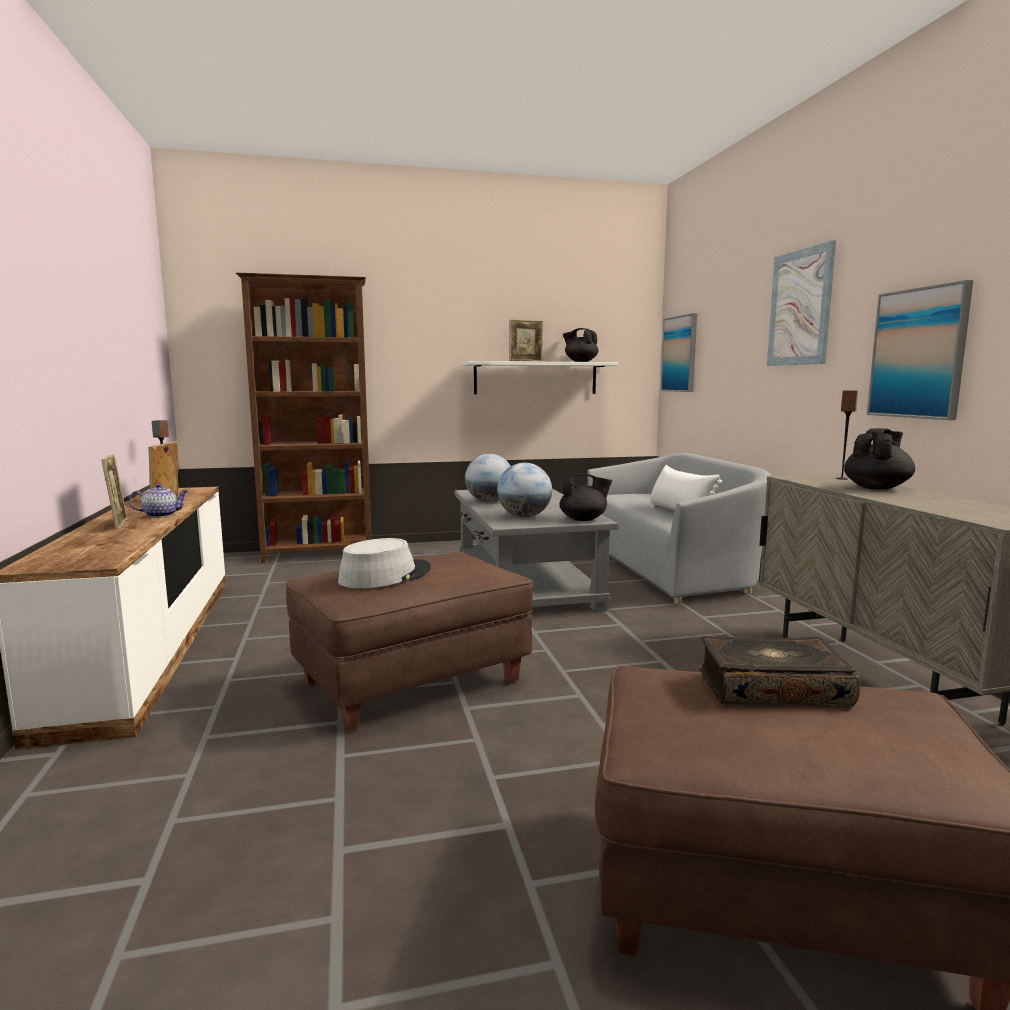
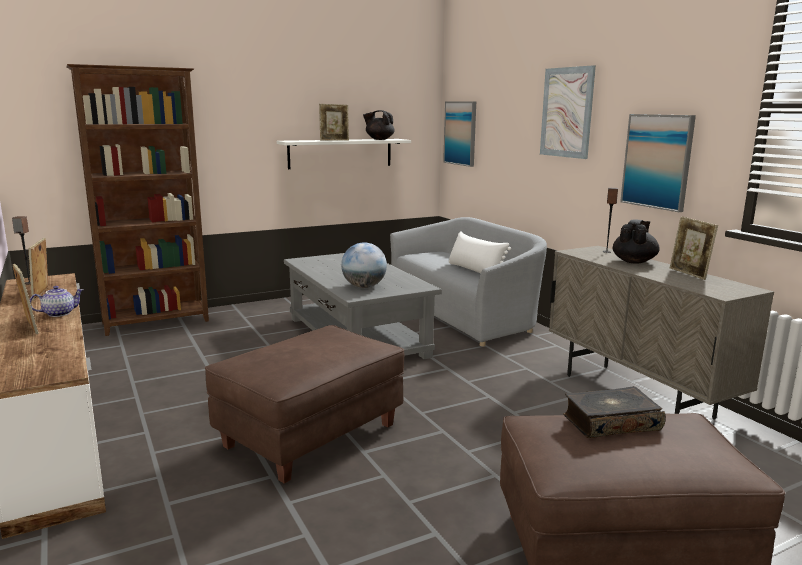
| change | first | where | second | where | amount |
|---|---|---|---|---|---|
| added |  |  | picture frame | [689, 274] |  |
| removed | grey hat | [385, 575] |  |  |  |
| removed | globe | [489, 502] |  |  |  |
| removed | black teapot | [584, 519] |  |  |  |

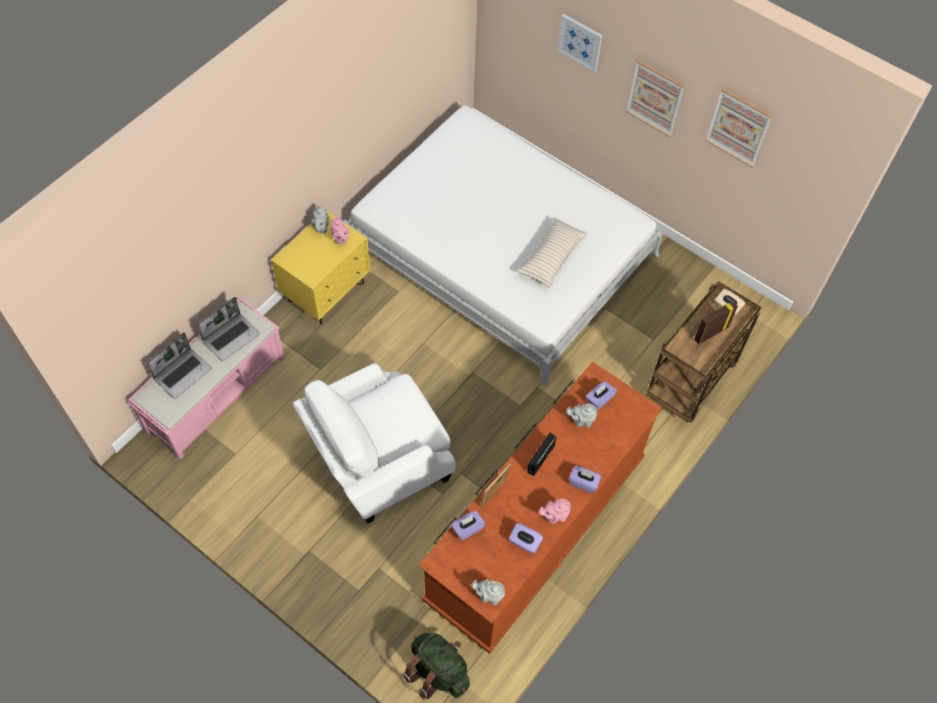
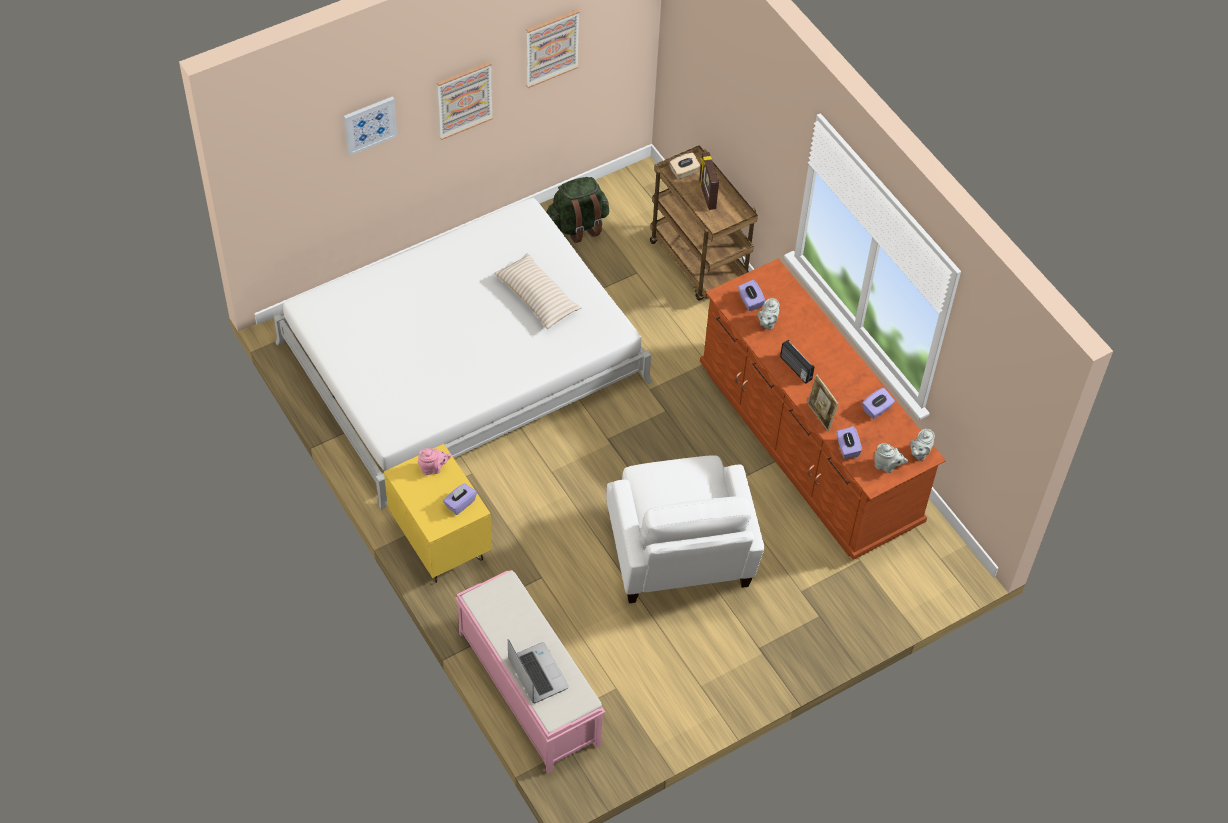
| change | first | where | second | where | amount |
|---|---|---|---|---|---|
| moved | purple tissue box | [583, 482] |  | [460, 503] |  |
| moved | green backpack | [438, 671] |  | [577, 225] |  |
| moved | grey teapot | [321, 228] |  | [887, 466] |  |
| removed | laptop | [231, 337] |  |  |  |
| removed | pink teapot | [554, 516] |  |  |  |

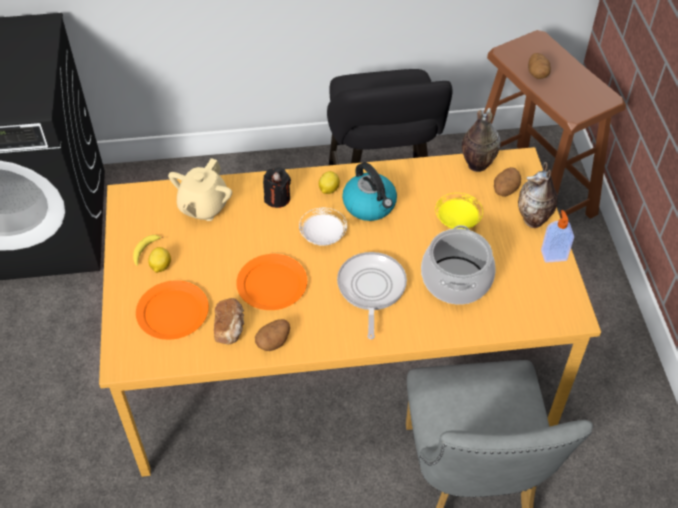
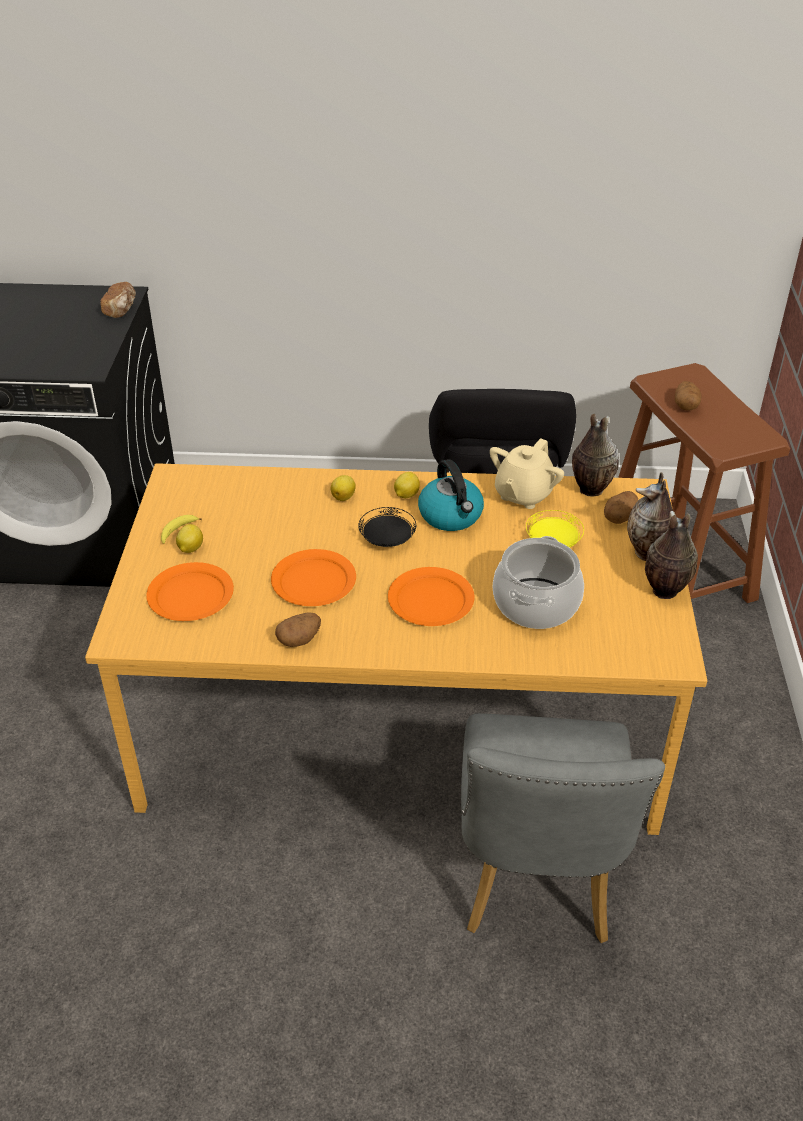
| change | first | where | second | where | amount |
|---|---|---|---|---|---|
| moved | bread | [230, 328] |  | [121, 309] |  |
| replaced | black candle | [277, 198] | lemon | [344, 497] |  |
| recoloured | white plate | [323, 236] | black plate | [387, 540] |  |
| replaced | frying pan | [371, 289] | orange plate | [430, 600] |  |
| moved | beige teapot | [203, 207] |  | [523, 494] |  |
| replaced | soap dispenser | [553, 255] | vase | [664, 591] |  |

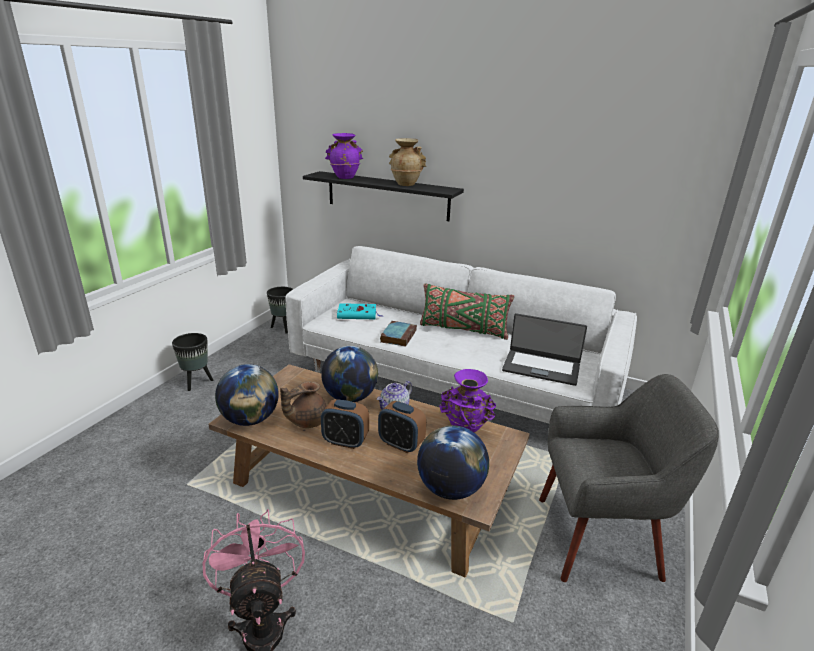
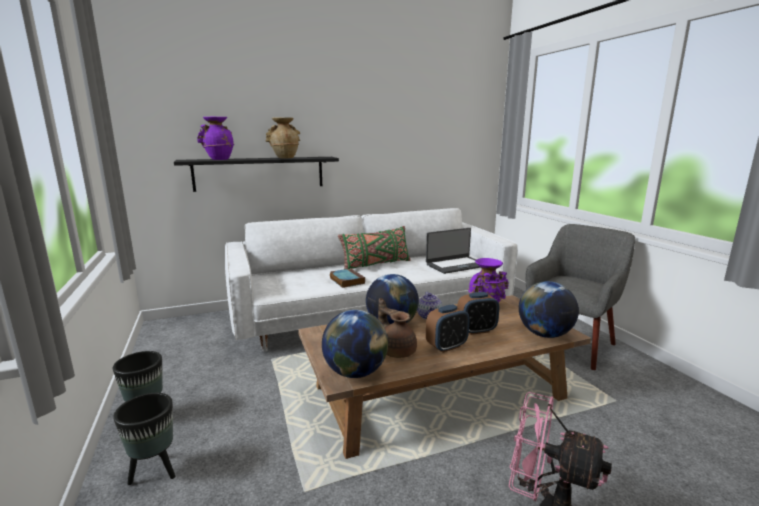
| change | first | where | second | where | amount |
|---|---|---|---|---|---|
| moved | black planter | [283, 328] |  | [155, 471] |  |
| turned | brown teapot | [306, 421] |  | [397, 350] | 135 degrees clockwise |
| removed | turquoise book | [358, 314] |  |  |  |

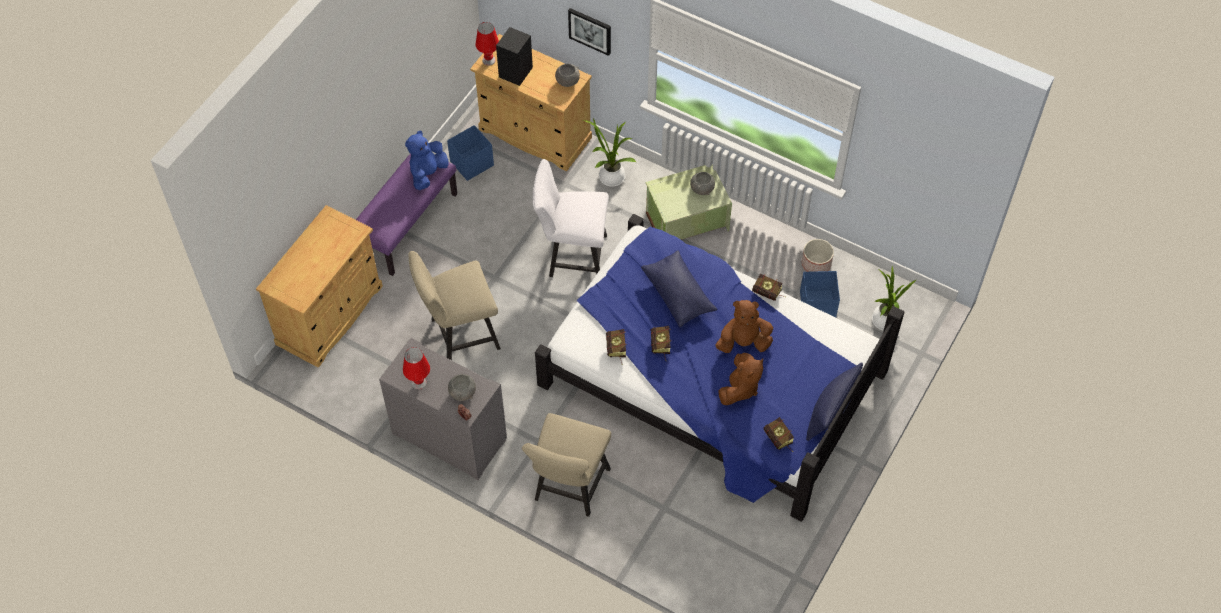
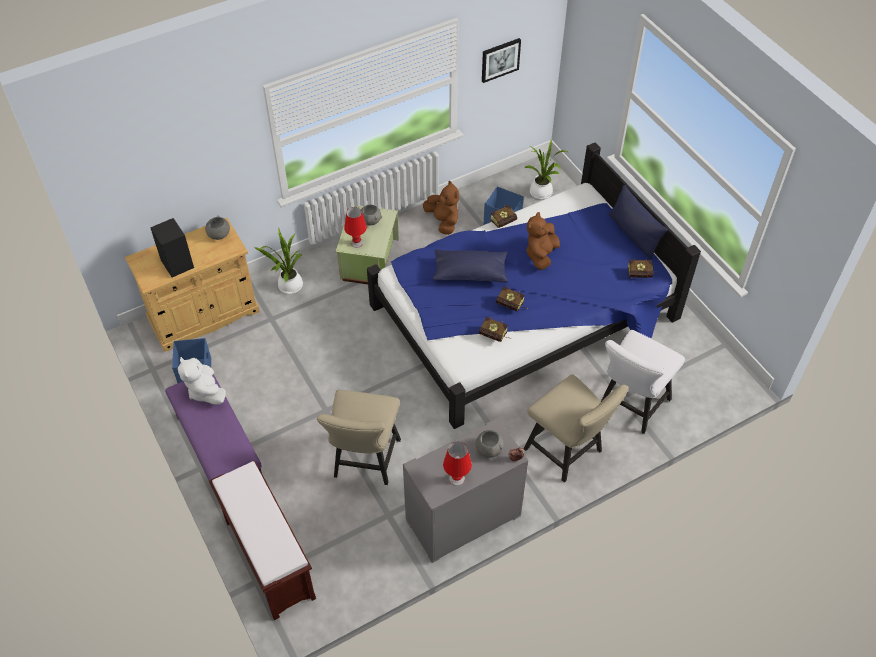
| change | first | where | second | where | amount |
|---|---|---|---|---|---|
| recoloured | blue plush toy | [427, 173] | white plush toy | [205, 391] |  |
| replaced | beige cabinet | [330, 315] | brown bench | [268, 558] |  |
| moved | red table lamp | [489, 60] |  | [357, 243] |  |
| moved | brown plush toy | [740, 388] |  | [443, 221] |  |
| moved | picture | [590, 30] |  | [500, 59] |  |
| moved | white chair | [572, 256] |  | [630, 406] |  |
| removed | planter | [816, 264] |  |  |  |

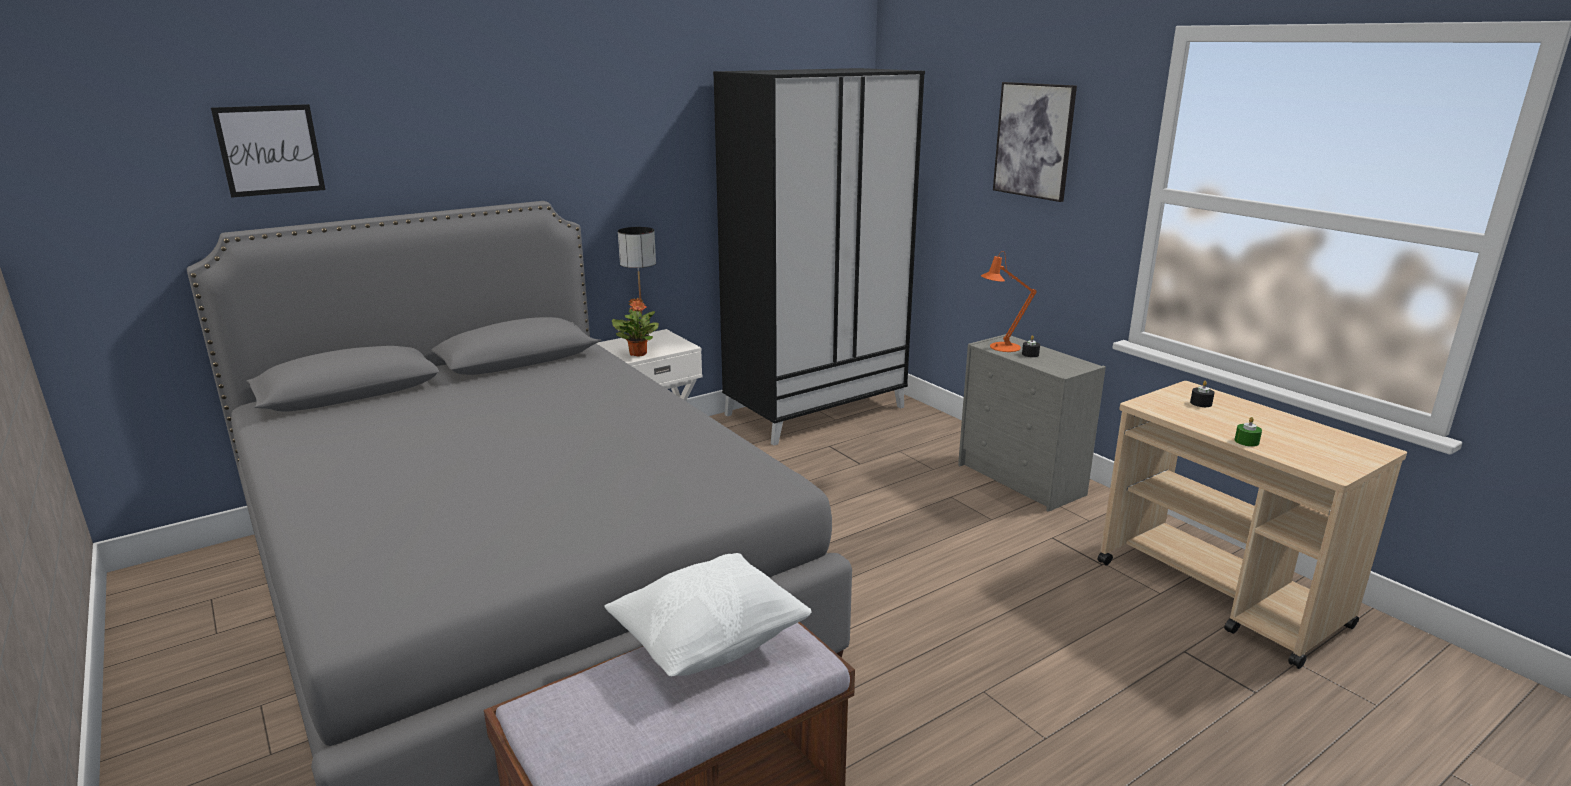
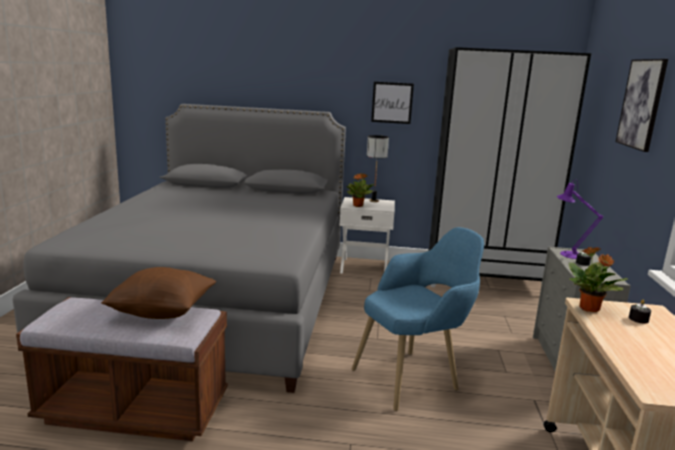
| change | first | where | second | where | amount |
|---|---|---|---|---|---|
| recoloured | white pillow | [710, 643] | brown pillow | [162, 312] |  |
| added |  |  | blue armchair | [415, 376] |  |
| moved | picture | [270, 150] |  | [392, 102] |  |
| recoloured | orange table lamp | [1000, 347] | purple table lamp | [568, 254] |  |
| added |  |  | potted plant | [589, 309] |  |
| removed | green candle | [1246, 441] |  |  |  |

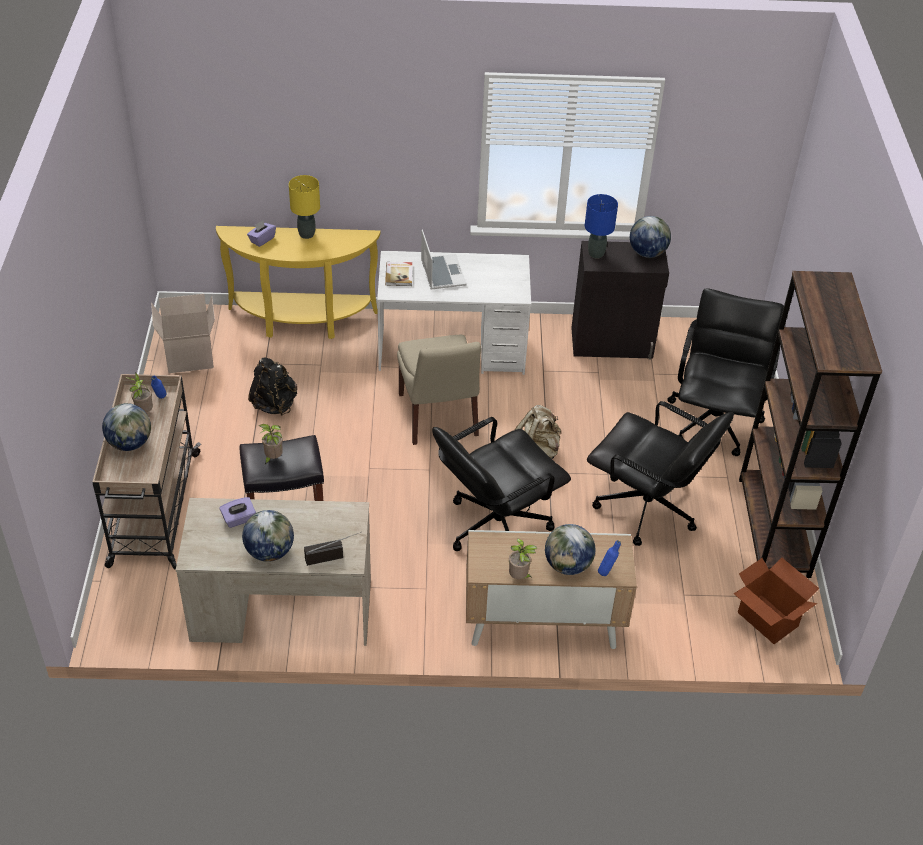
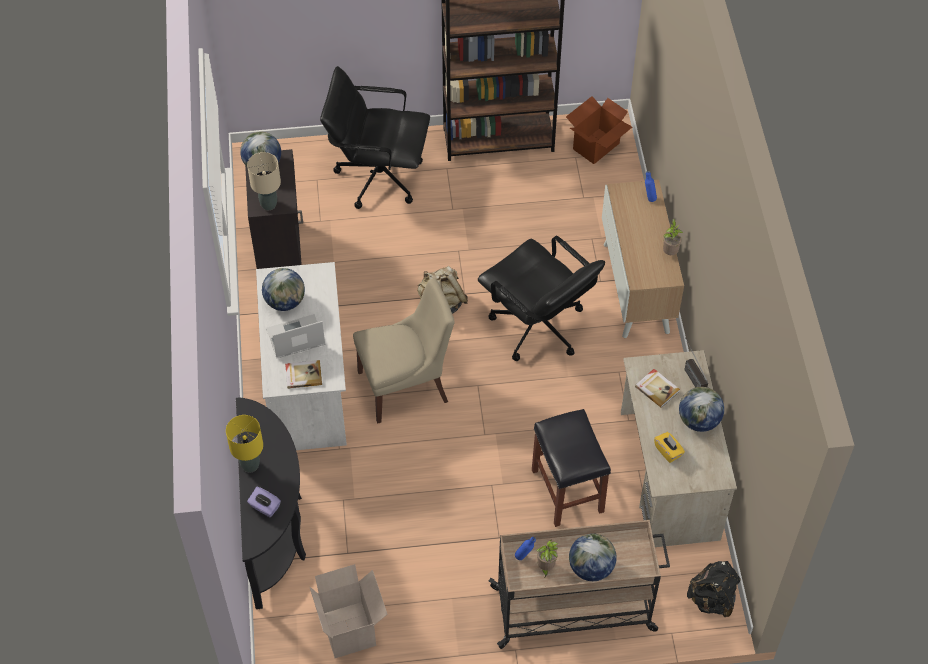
| change | first | where | second | where | amount |
|---|---|---|---|---|---|
| recoloured | yellow console table | [301, 322] | black console table | [275, 530] |  |
| recoloured | blue table lamp | [595, 254] | beige table lamp | [268, 205] |  |
| moved | globe | [568, 565] |  | [285, 302] |  |
| added |  |  | book | [657, 388] |  |
| recoloured | purple tissue box | [239, 519] | yellow tissue box | [668, 451] |  |
| moved | black backpack | [274, 403] |  | [712, 599] |  |
| removed | potted plant | [272, 458] |  |  |  |
| removed | black office chair | [647, 509] |  |  |  |

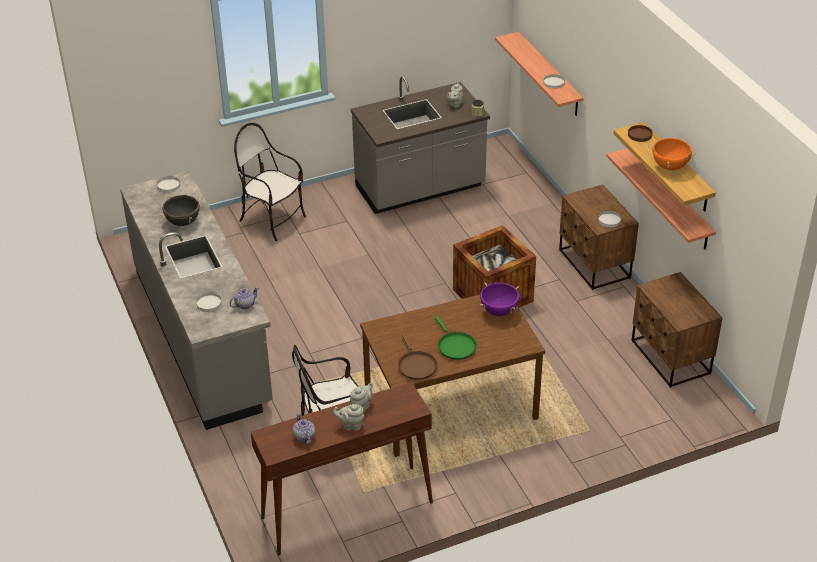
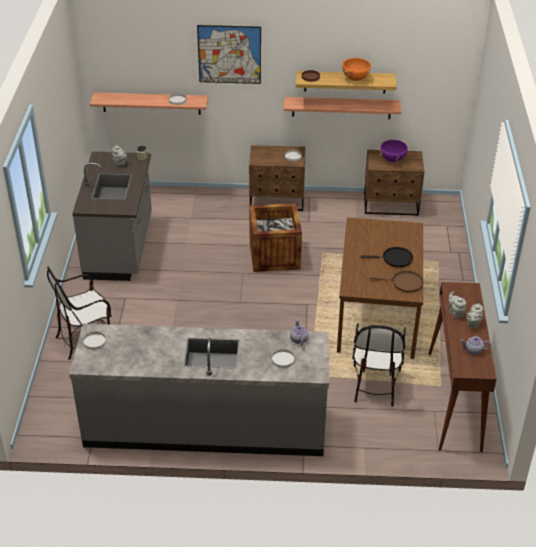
| change | first | where | second | where | amount |
|---|---|---|---|---|---|
| added |  |  | picture | [229, 54] |  |
| recoloured | green frying pan | [455, 346] | black frying pan | [395, 259] |  |
| moved | purple cooking pot | [499, 311] |  | [392, 159] |  |
| removed | black cooking pot | [183, 222] |  |  |  |

